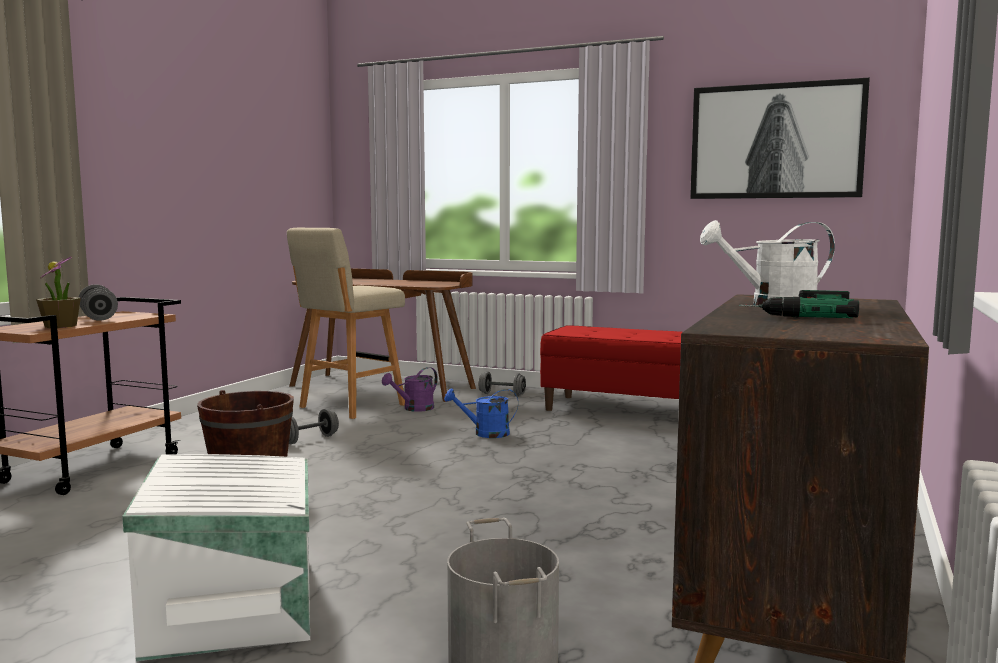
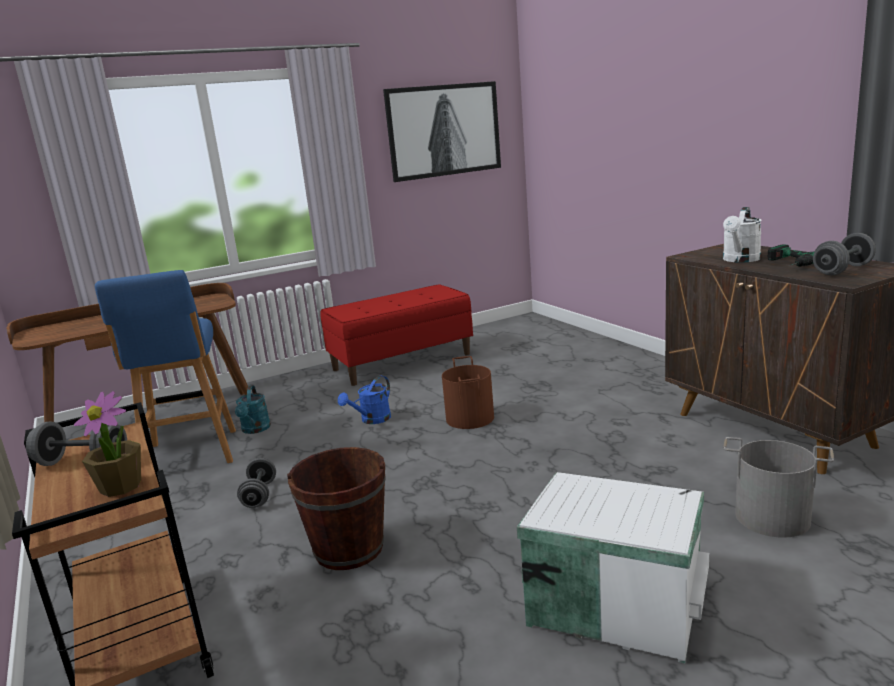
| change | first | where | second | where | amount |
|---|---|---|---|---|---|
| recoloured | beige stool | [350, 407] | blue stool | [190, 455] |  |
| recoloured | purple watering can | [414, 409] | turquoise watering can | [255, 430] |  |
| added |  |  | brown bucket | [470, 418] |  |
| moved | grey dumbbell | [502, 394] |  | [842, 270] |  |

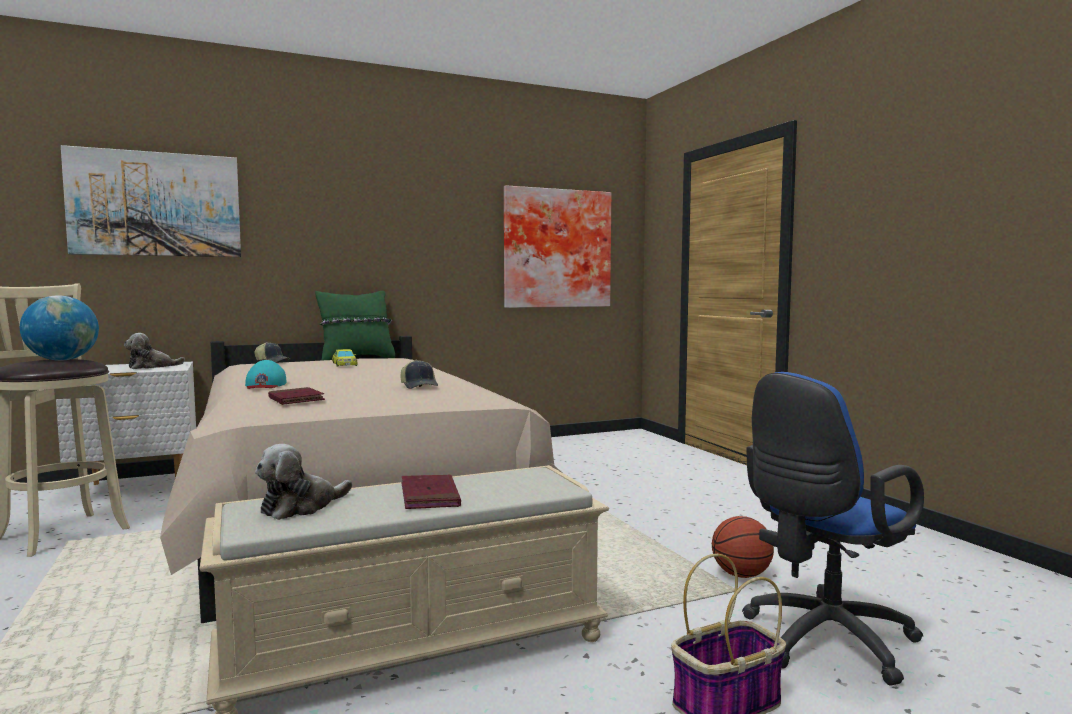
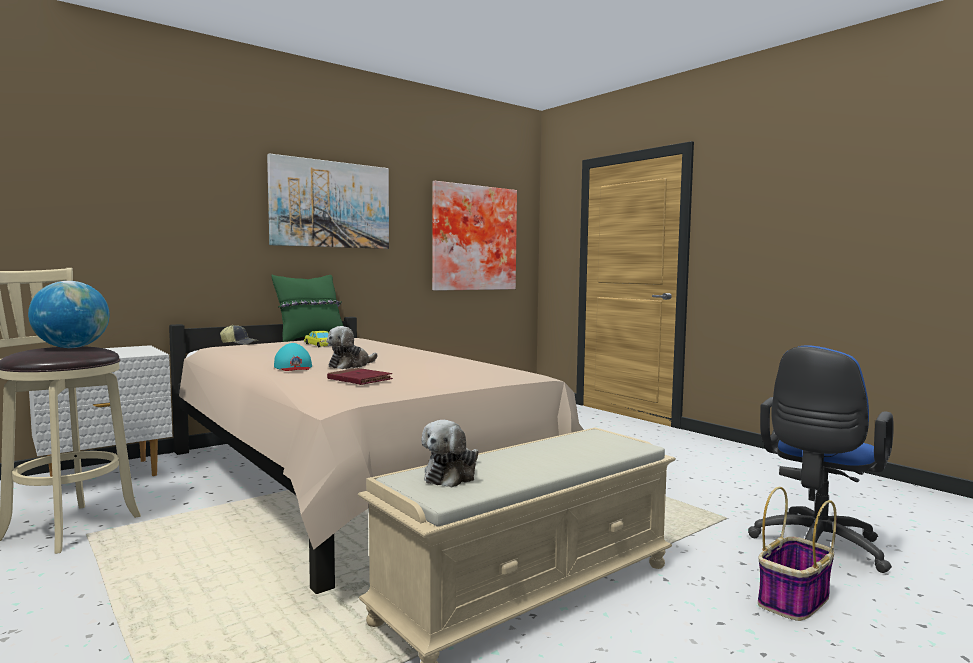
| change | first | where | second | where | amount |
|---|---|---|---|---|---|
| moved | picture | [156, 204] |  | [331, 204] |  |
| moved | plush toy | [151, 367] |  | [350, 365] |  |
| removed | cap | [420, 386] |  |  |  |
| removed | red book | [430, 496] |  |  |  |
| removed | basketball | [741, 575] |  |  |  |

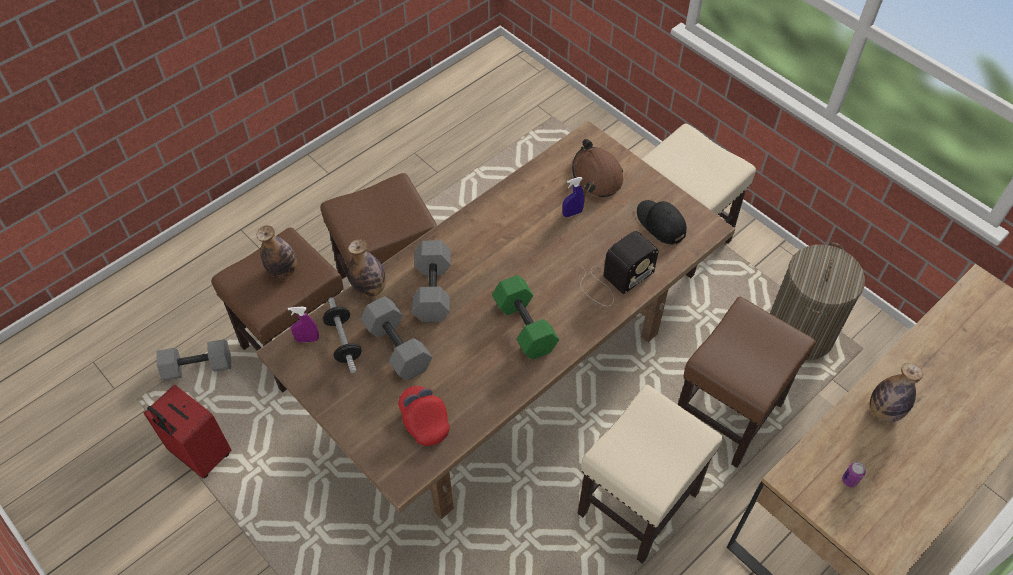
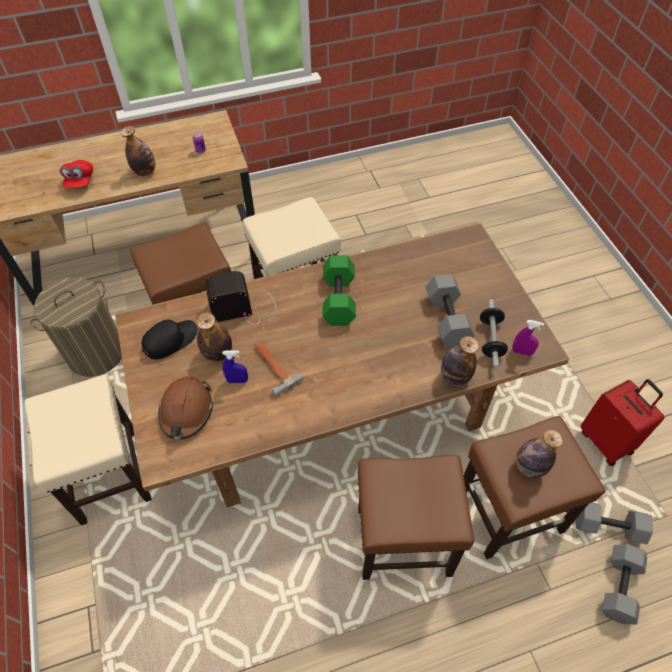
| change | first | where | second | where | amount |
|---|---|---|---|---|---|
| moved | red cap | [424, 420] |  | [80, 181] |  |
| turned | black cap | [660, 224] |  | [170, 340] | 120 degrees counterclockwise |
| added |  |  | bottle | [218, 353] |  |
| added |  |  | hammer | [273, 367] |  |
| moved | grey dumbbell | [431, 290] |  | [620, 588] |  |

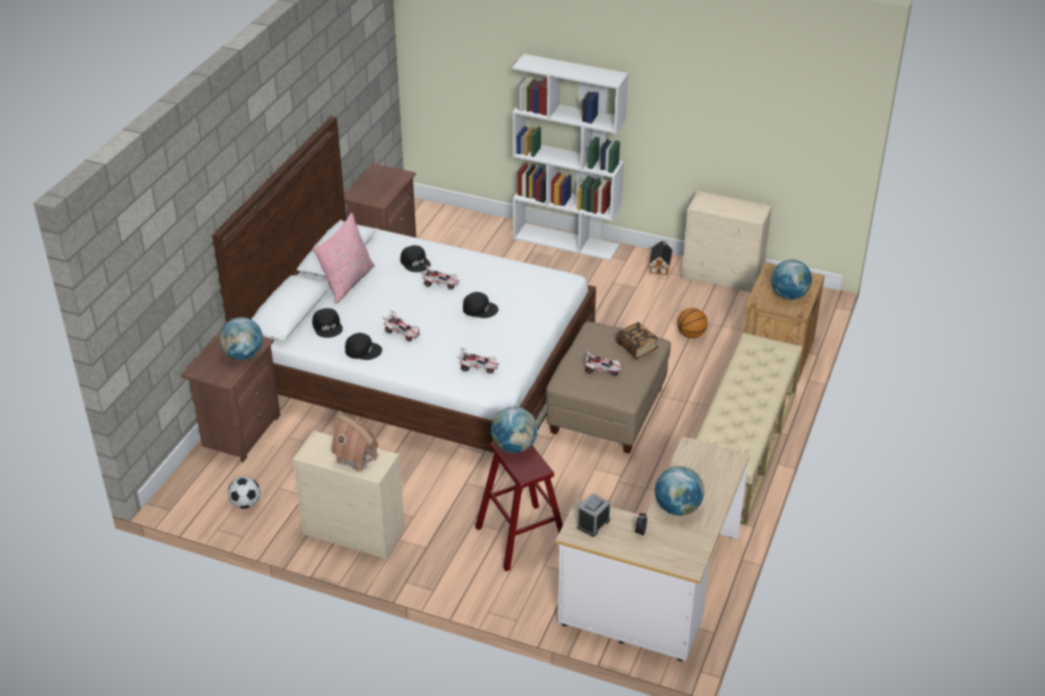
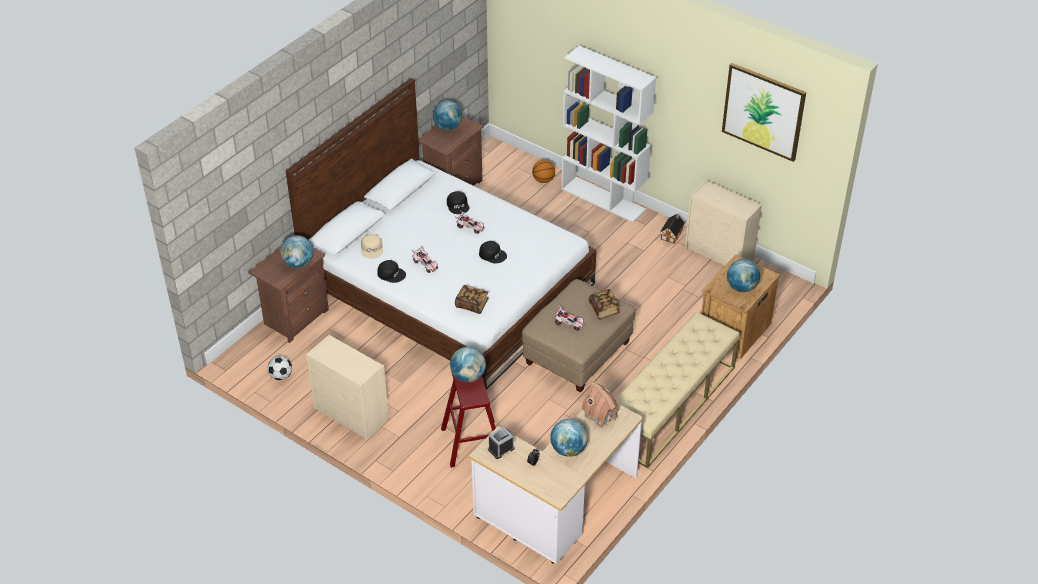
| change | first | where | second | where | amount |
|---|---|---|---|---|---|
| recoloured | black cap | [328, 326] | beige cap | [372, 249] |  |
| added |  |  | globe | [448, 127] |  |
| replaced | toy car | [478, 367] | book | [472, 304] |  |
| moved | basketball | [691, 335] |  | [543, 180] |  |
| moved | toy house | [357, 458] |  | [600, 416] |  |
| added |  |  | picture | [763, 111] |  |
| removed | pink pillow | [347, 282] |  |  |  |

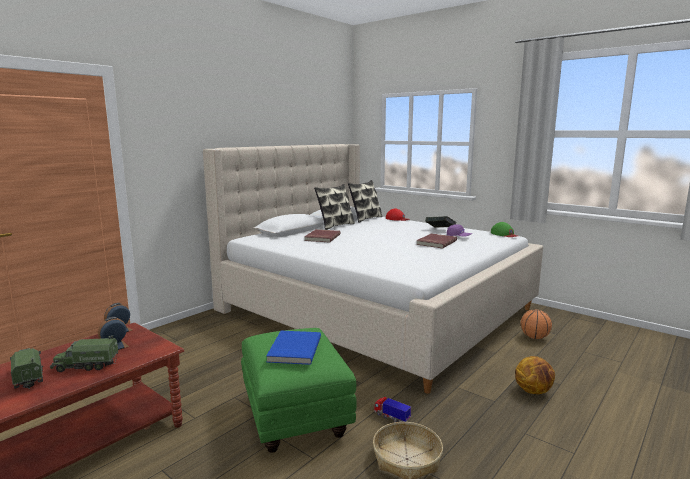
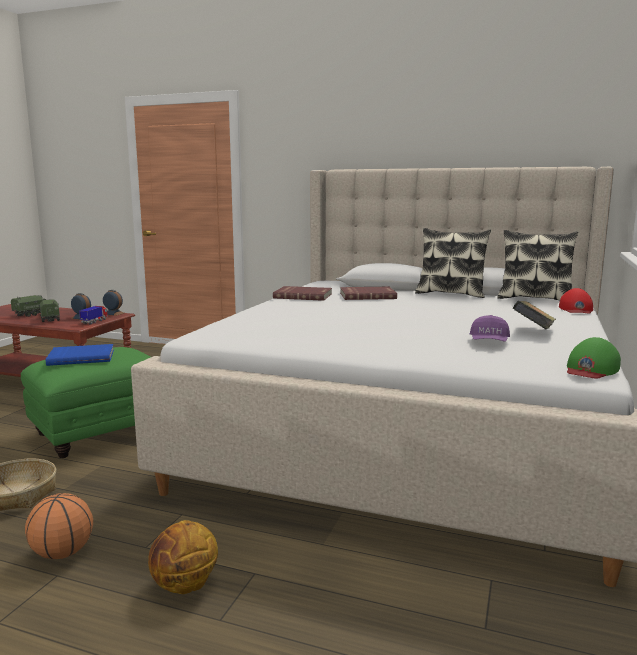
| change | first | where | second | where | amount |
|---|---|---|---|---|---|
| moved | basketball | [534, 337] |  | [62, 553] |  |
| moved | toy truck | [391, 417] |  | [94, 321] |  |
| moved | red book | [436, 242] |  | [303, 296] |  |

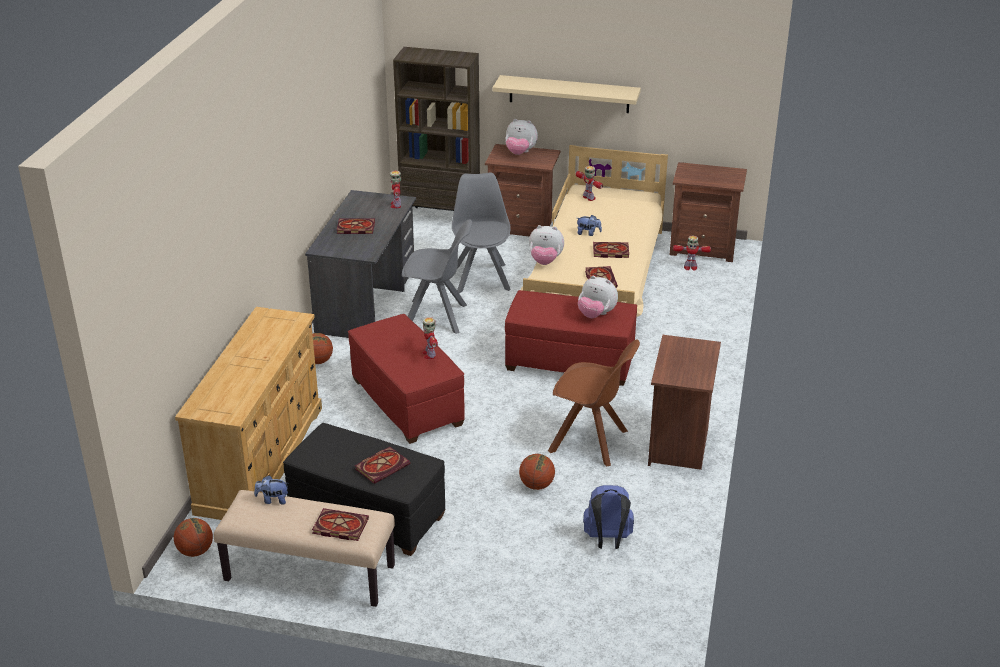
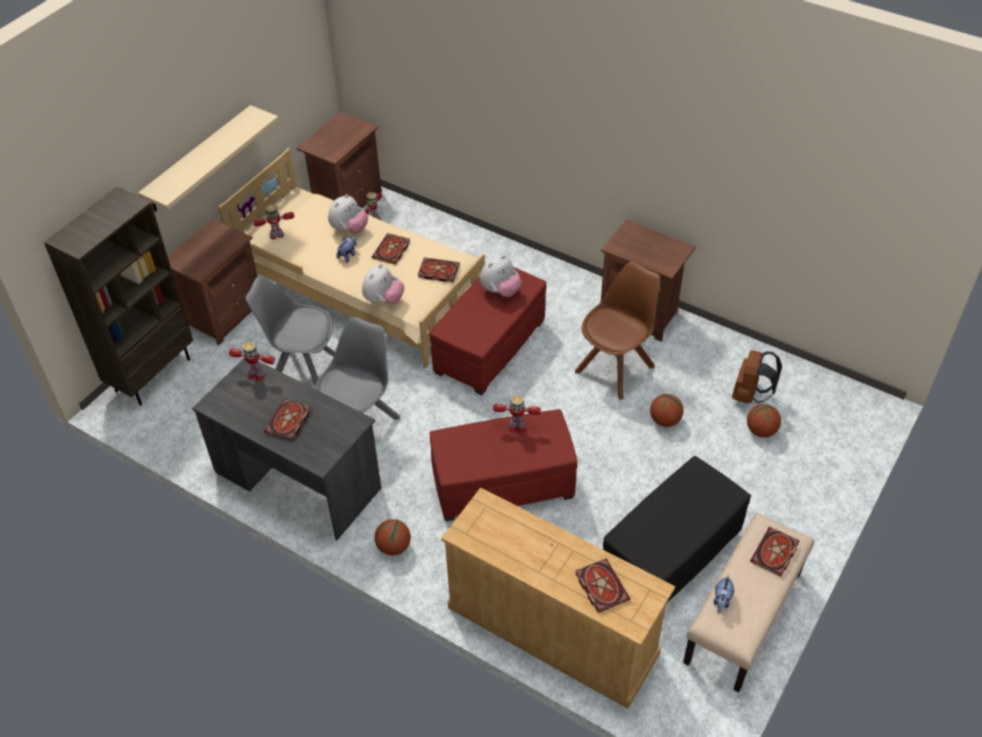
| change | first | where | second | where | amount |
|---|---|---|---|---|---|
| moved | plush toy | [520, 153] |  | [349, 229] |  |
| moved | book | [382, 466] |  | [600, 586] |  |
| recoloured | blue backpack | [607, 540] | brown backpack | [750, 395] |  |
| moved | basketball | [195, 551] |  | [761, 431] |  |

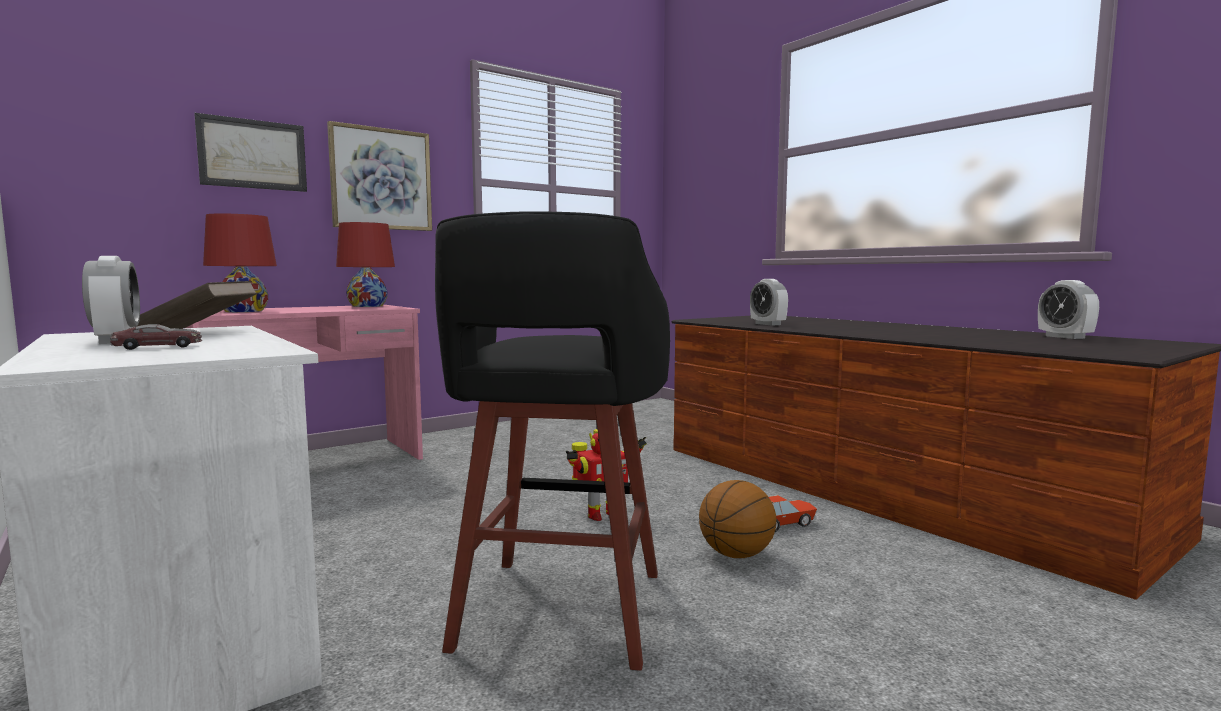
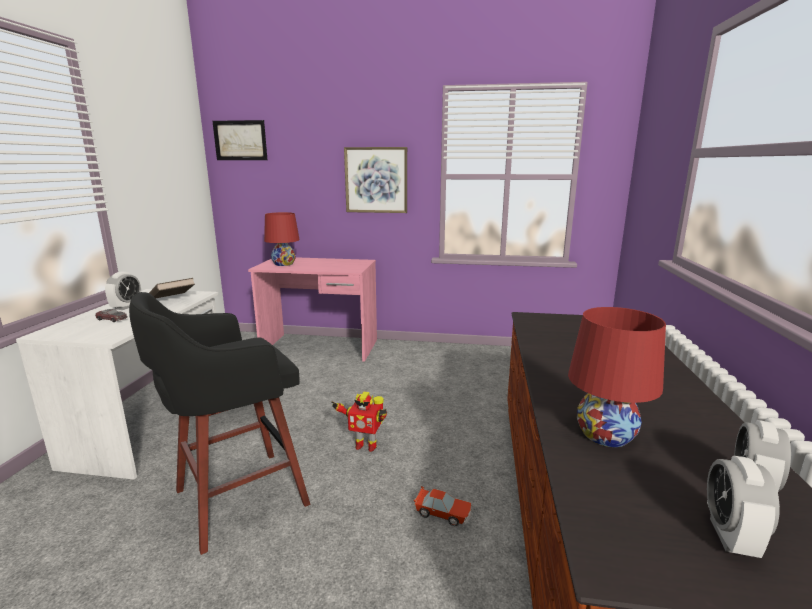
| change | first | where | second | where | amount |
|---|---|---|---|---|---|
| moved | picture | [253, 154] |  | [240, 140] |  |
| moved | red table lamp | [367, 306] |  | [605, 434] |  |
| moved | alarm clock | [768, 324] |  | [730, 536] |  |
| removed | basketball | [736, 554] |  |  |  |

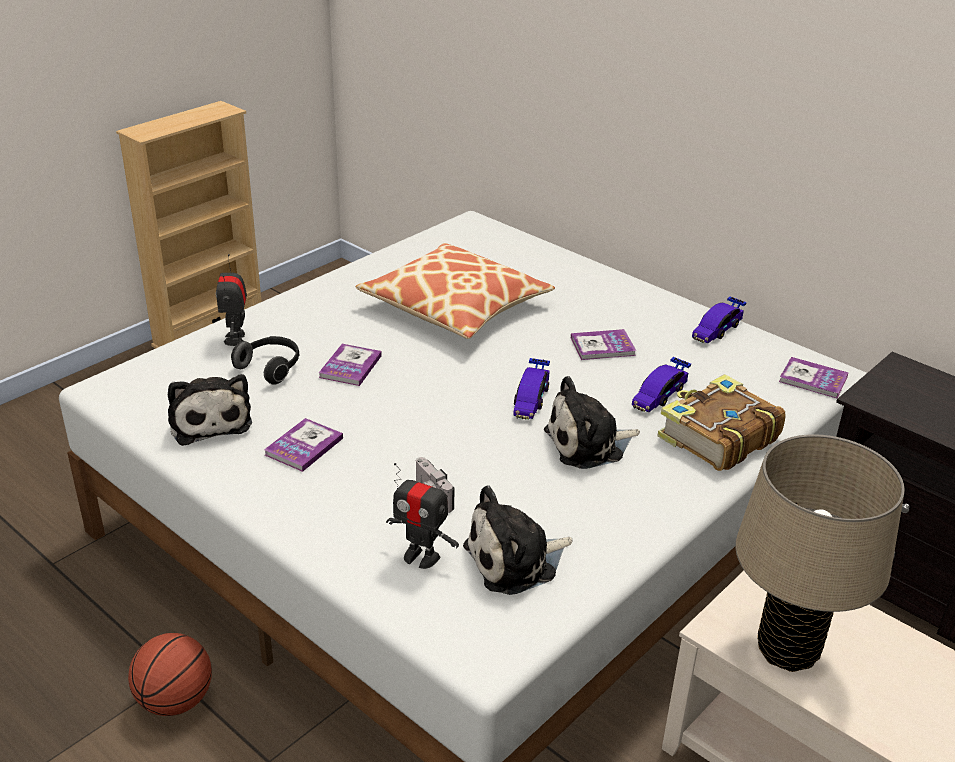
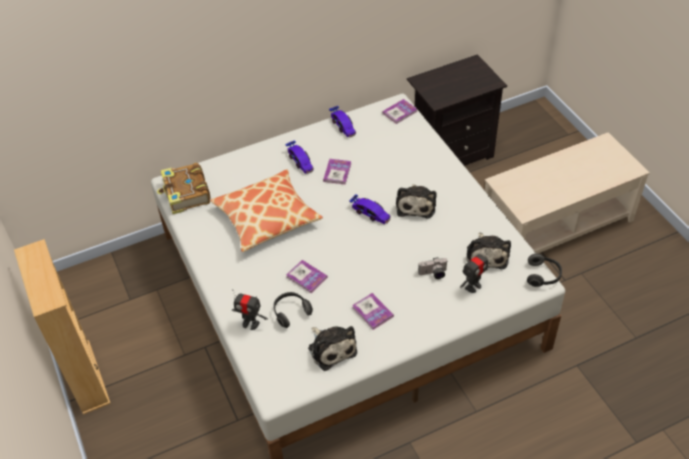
| change | first | where | second | where | amount |
|---|---|---|---|---|---|
| moved | book | [716, 437] |  | [186, 194] |  |
| moved | toy car | [659, 395] |  | [300, 161] |  |
| turned | plush toy | [209, 420] |  | [331, 348] | 60 degrees clockwise |
| added |  |  | headphones | [543, 276] |  |
| removed | basketball | [175, 700] |  |  |  |
| removed | beige table lamp | [787, 650] |  |  |  |

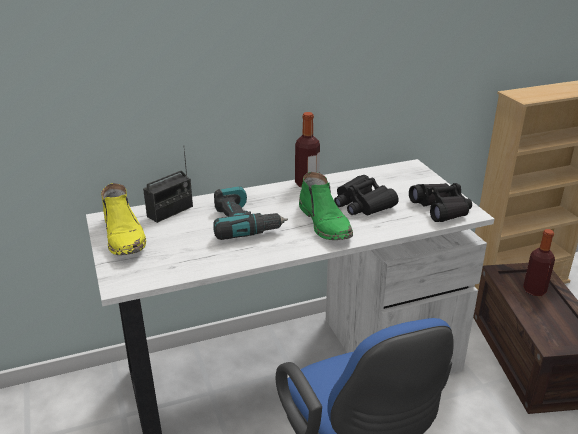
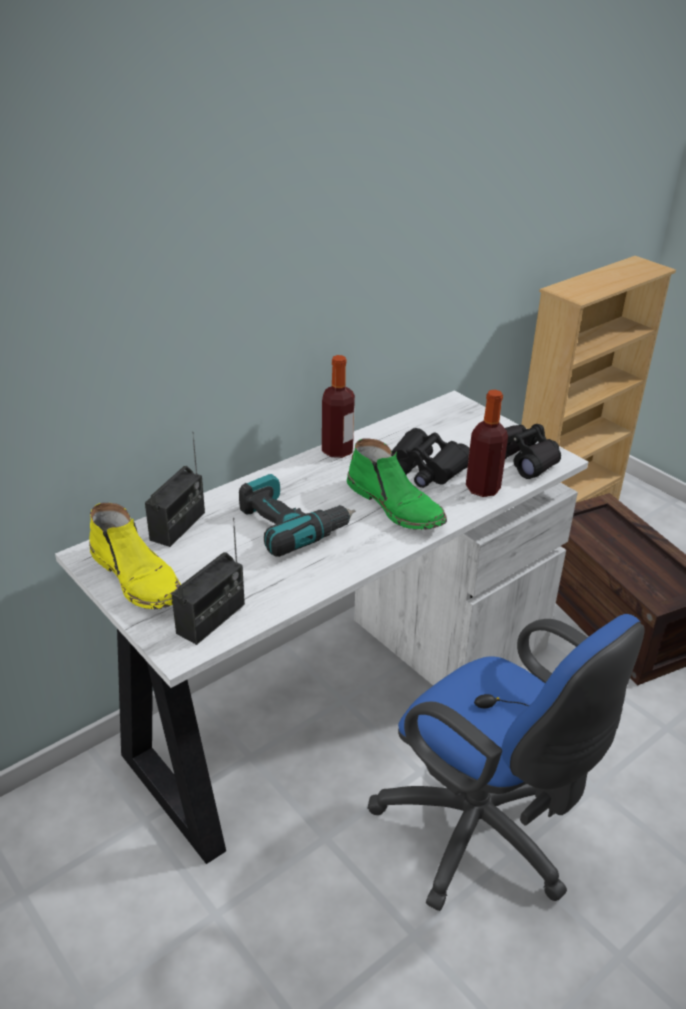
| change | first | where | second | where | amount |
|---|---|---|---|---|---|
| added |  |  | radio | [211, 619] |  |
| moved | bottle | [534, 290] |  | [482, 488] |  |

